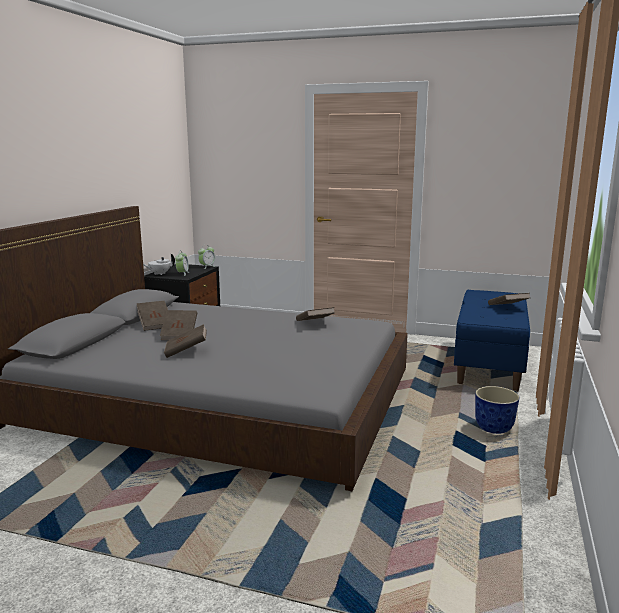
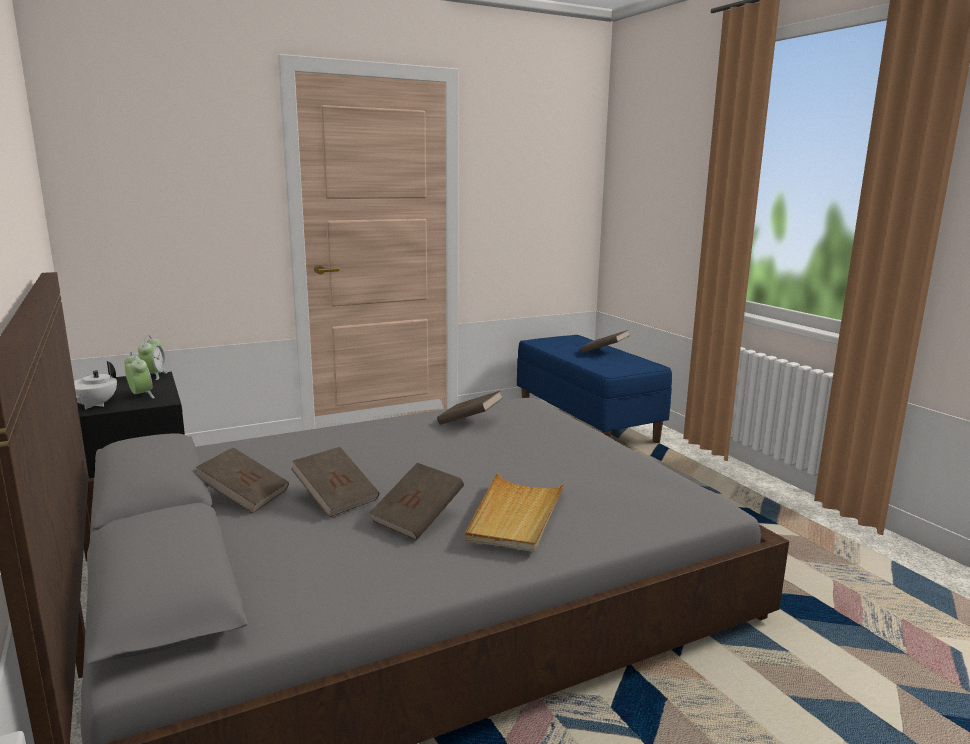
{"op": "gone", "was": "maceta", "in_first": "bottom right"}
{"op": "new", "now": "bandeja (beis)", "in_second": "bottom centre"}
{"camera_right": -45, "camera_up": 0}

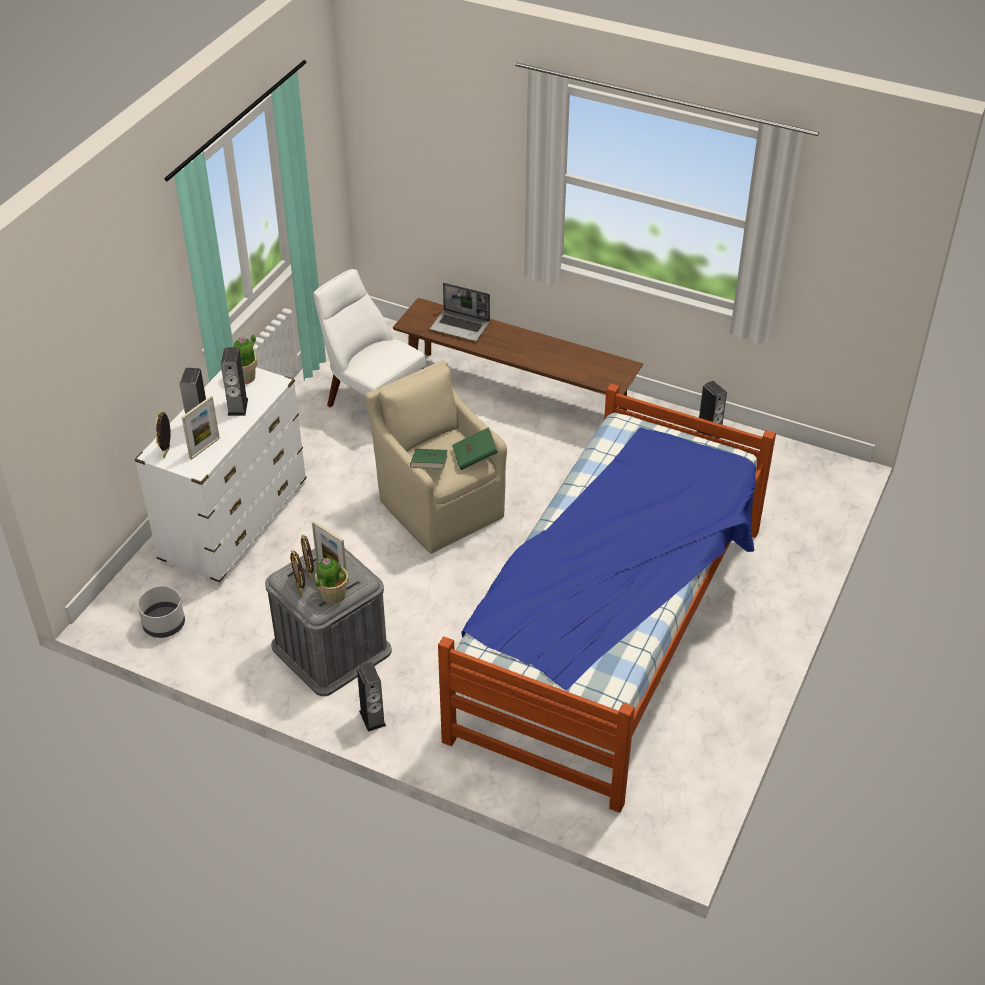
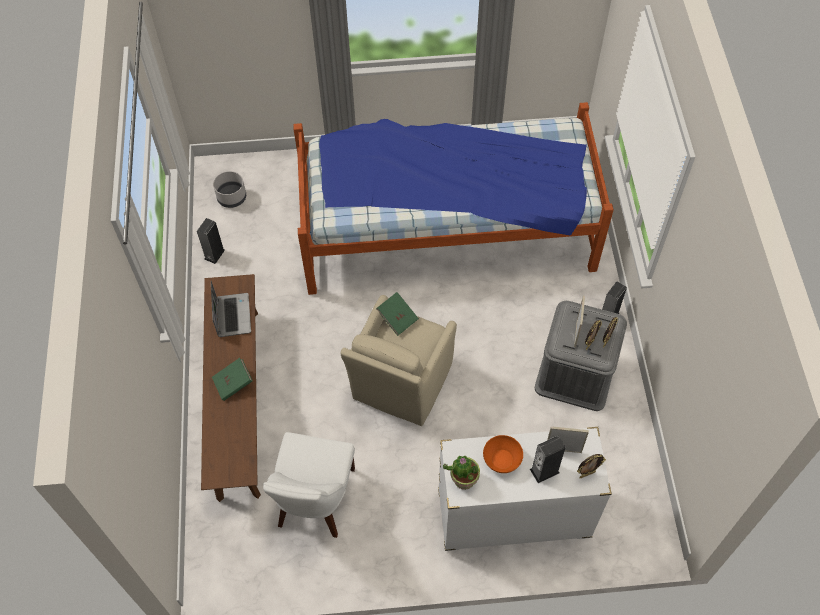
{"op": "gone", "was": "planta en maceta (no. 2 from left)", "in_first": "centre"}
{"op": "shifted", "was": "maceta (gris)", "in_first": "middle left", "in_second": "top left"}
{"op": "shifted", "was": "libro (verde) (no. 1 from left)", "in_first": "centre", "in_second": "middle left"}
{"op": "shifted", "was": "portátil", "in_first": "top centre", "in_second": "middle left"}
{"op": "swapped", "was": "altavoz (no. 2 from left)", "now": "cuenco (naranja)", "in_first": "middle left", "in_second": "bottom centre"}
{"camera_right": -120, "camera_up": 15}

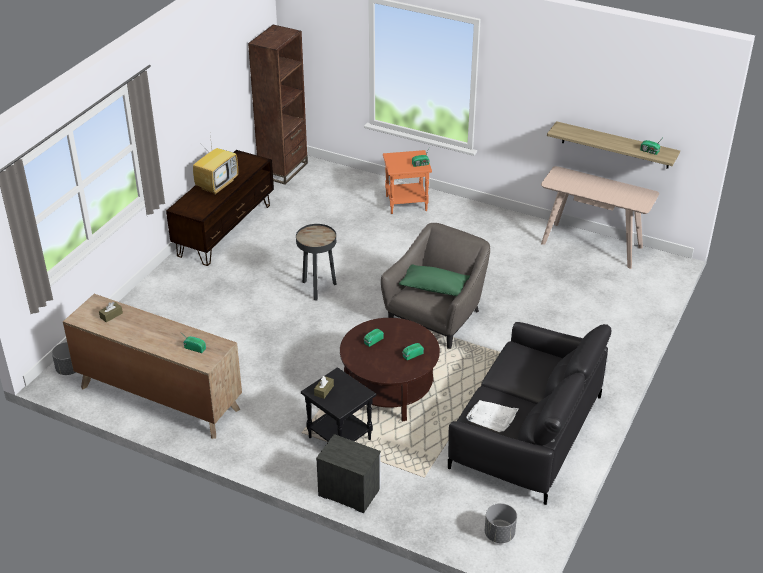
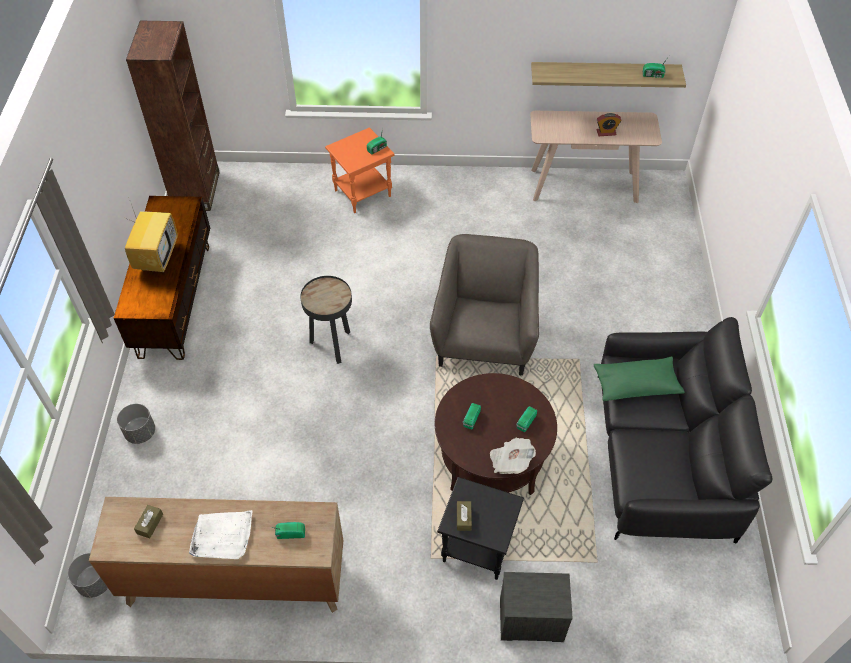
{"op": "new", "now": "periódico", "in_second": "bottom centre"}
{"op": "new", "now": "despertador", "in_second": "top right"}
{"op": "shifted", "was": "cojín (verde)", "in_first": "centre", "in_second": "middle right"}
{"op": "shifted", "was": "bandeja (blanco)", "in_first": "bottom centre", "in_second": "bottom left"}
{"op": "shifted", "was": "maceta (gris) (no. 2 from left)", "in_first": "bottom centre", "in_second": "middle left"}
{"camera_right": -25, "camera_up": 15}

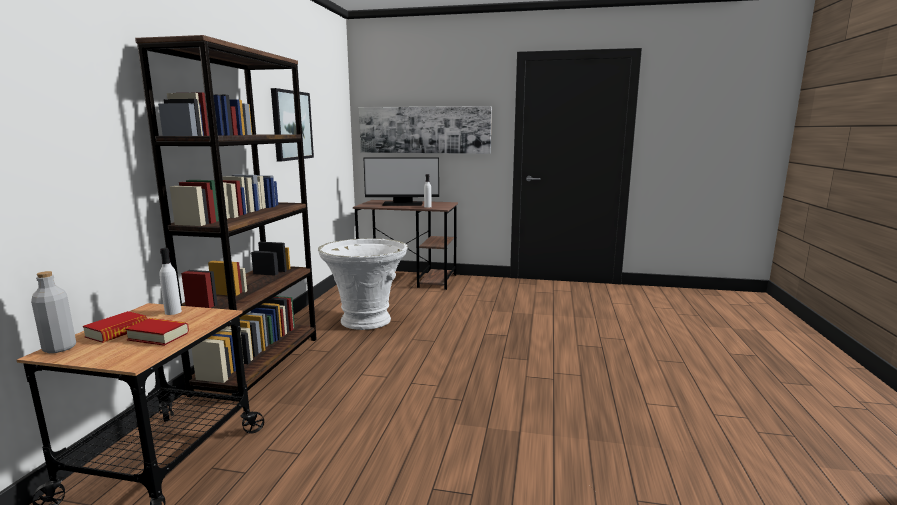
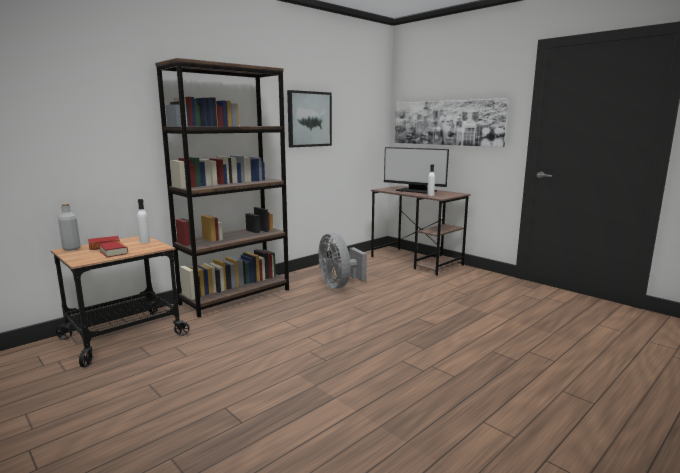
{"op": "swapped", "was": "maceta (blanco)", "now": "ventilador (gris)", "in_first": "centre", "in_second": "centre"}
{"camera_right": 35, "camera_up": 0}

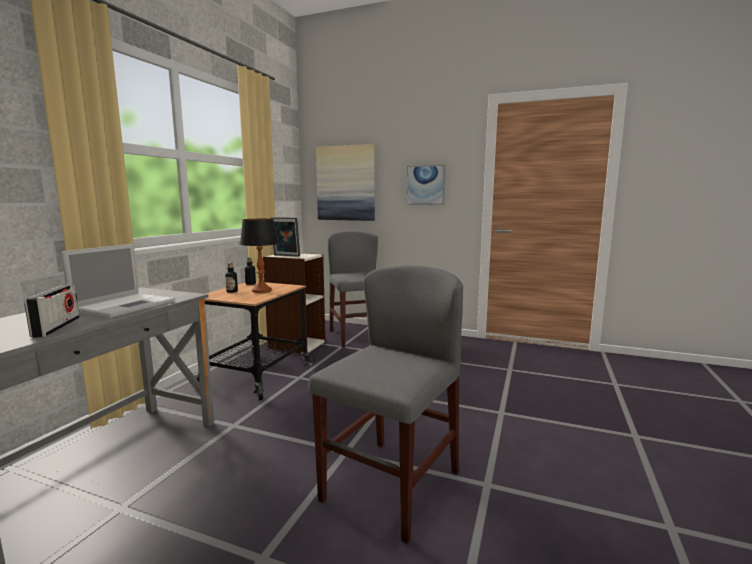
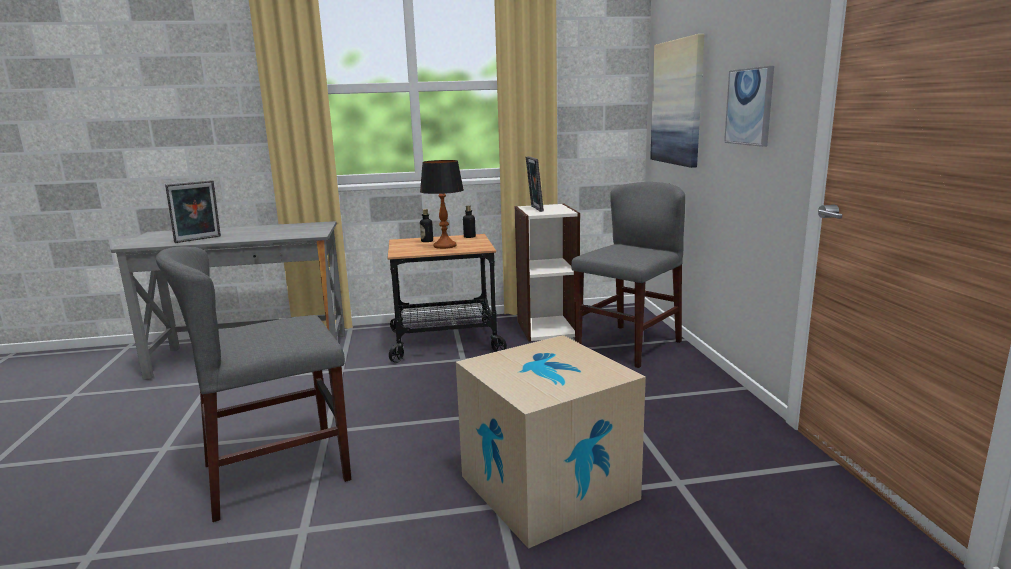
{"op": "gone", "was": "portátil", "in_first": "middle left"}
{"op": "new", "now": "caja de cartón", "in_second": "bottom centre"}
{"op": "swapped", "was": "radio", "now": "portarretratos (no. 1 from left)", "in_first": "middle left", "in_second": "middle left"}
{"op": "rotated", "was": "silla (gris) (no. 2 from left in the first image)", "in_first": "bottom centre", "in_second": "bottom left", "clockwise": 150}
{"camera_right": 60, "camera_up": 5}

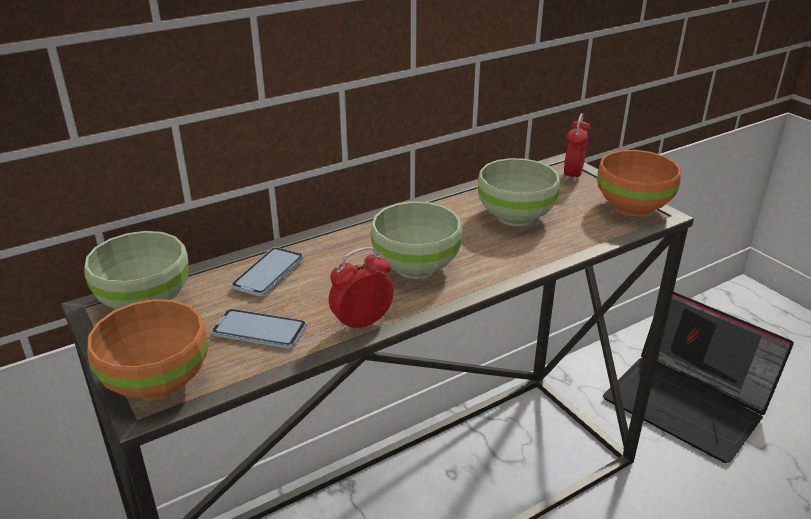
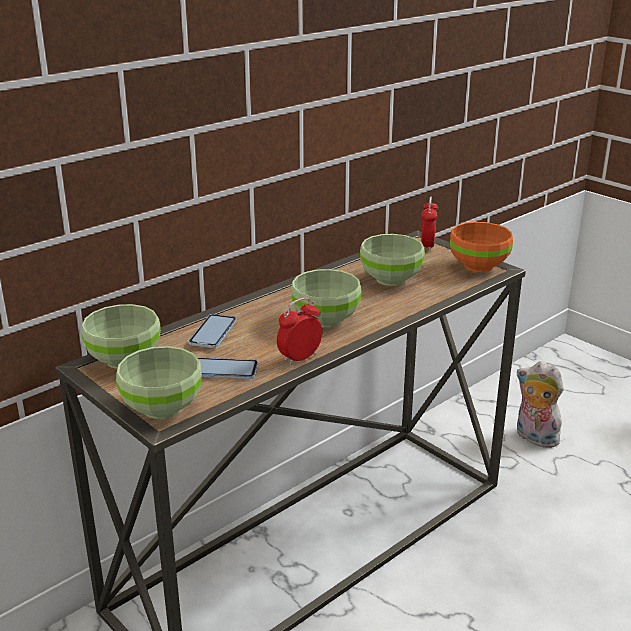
{"op": "swapped", "was": "portátil", "now": "peluche", "in_first": "bottom right", "in_second": "middle right"}
{"op": "repainted", "was": "cuenco (naranja) (no. 1 from left)", "now": "cuenco (verde) (no. 2 from left)", "in_first": "bottom left", "in_second": "middle left"}
{"camera_right": -10, "camera_up": -5}

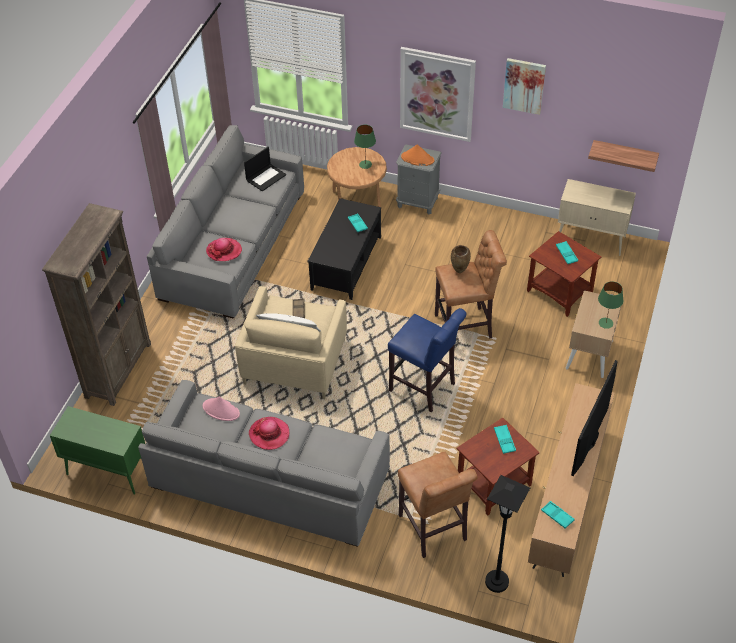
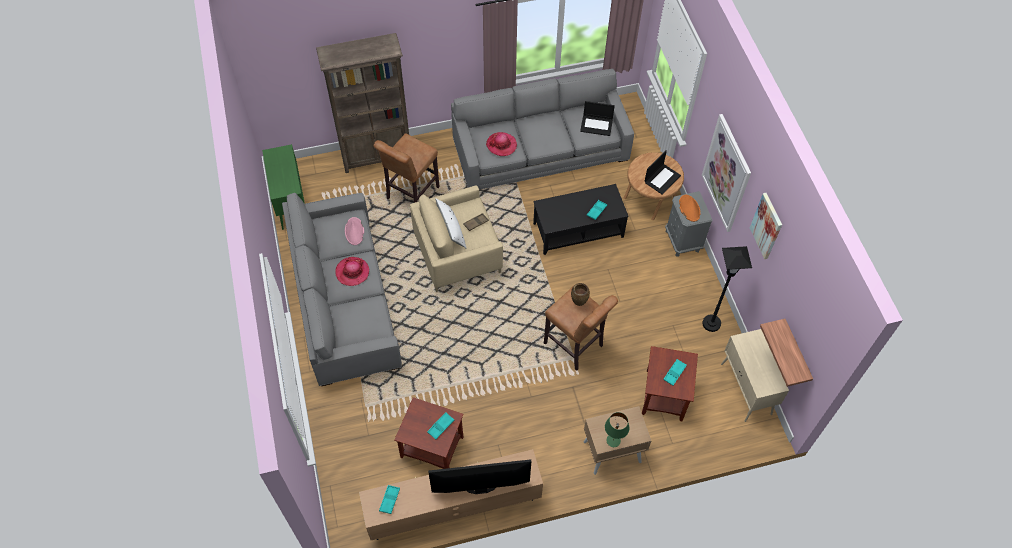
{"op": "gone", "was": "taburete (azul)", "in_first": "centre"}
{"op": "shifted", "was": "taburete (marrón) (no. 1 from left)", "in_first": "bottom centre", "in_second": "top centre"}
{"op": "shifted", "was": "lámpara de pie (negro)", "in_first": "bottom right", "in_second": "middle right"}
{"op": "swapped", "was": "lámpara de mesa (verde) (no. 1 from left)", "now": "portátil (no. 2 from left)", "in_first": "top centre", "in_second": "top centre"}
{"camera_right": 55, "camera_up": 10}

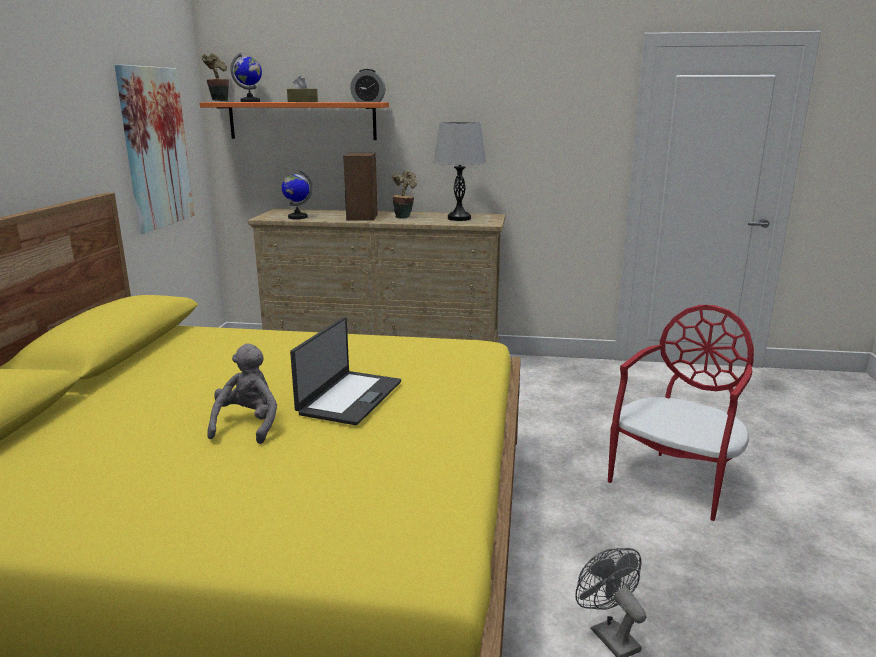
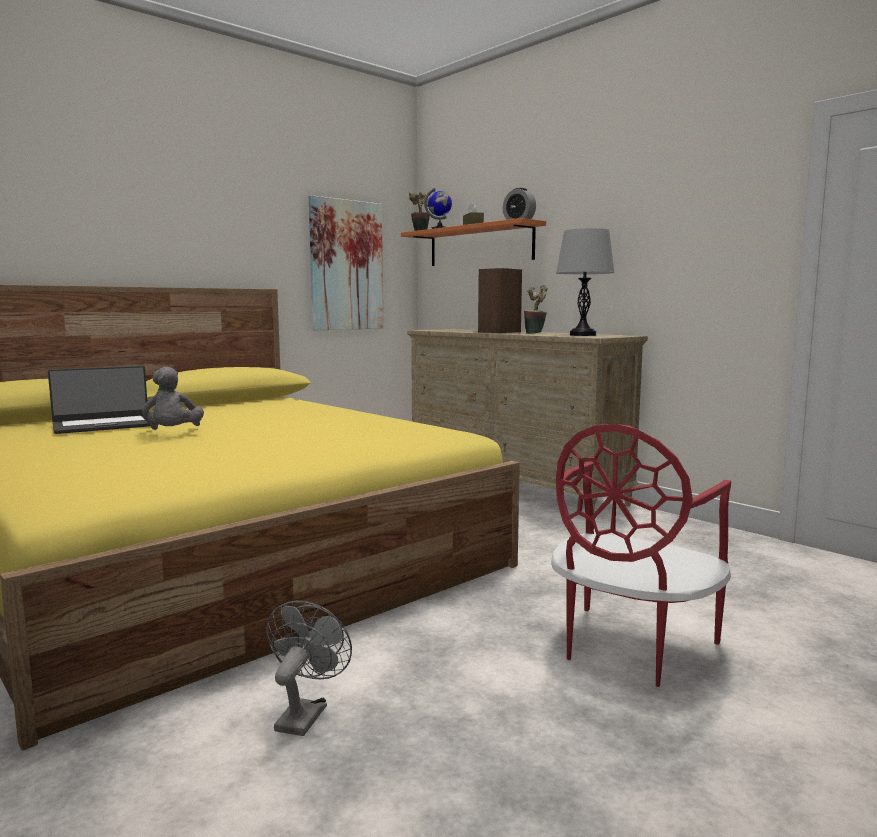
{"op": "gone", "was": "globo terráqueo (no. 2 from left)", "in_first": "top centre"}
{"op": "shifted", "was": "portátil", "in_first": "centre", "in_second": "middle left"}
{"op": "rotated", "was": "peluche (gris)", "in_first": "middle left", "in_second": "middle left", "clockwise": 120}
{"op": "rotated", "was": "silla (rojo)", "in_first": "middle right", "in_second": "middle right", "clockwise": 135}
{"camera_right": 40, "camera_up": -10}

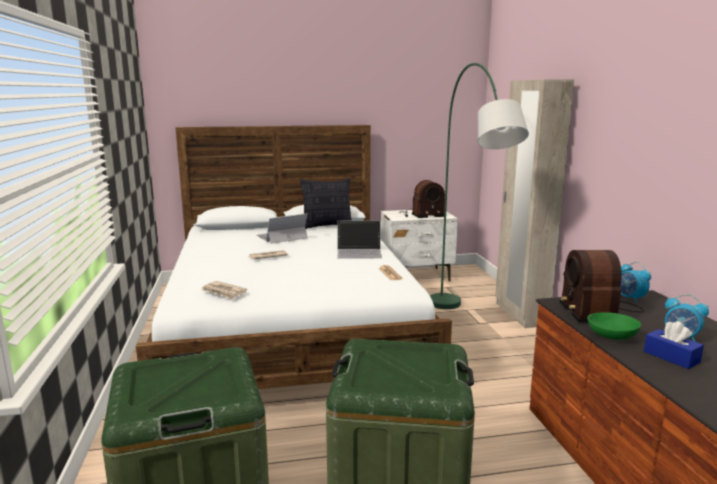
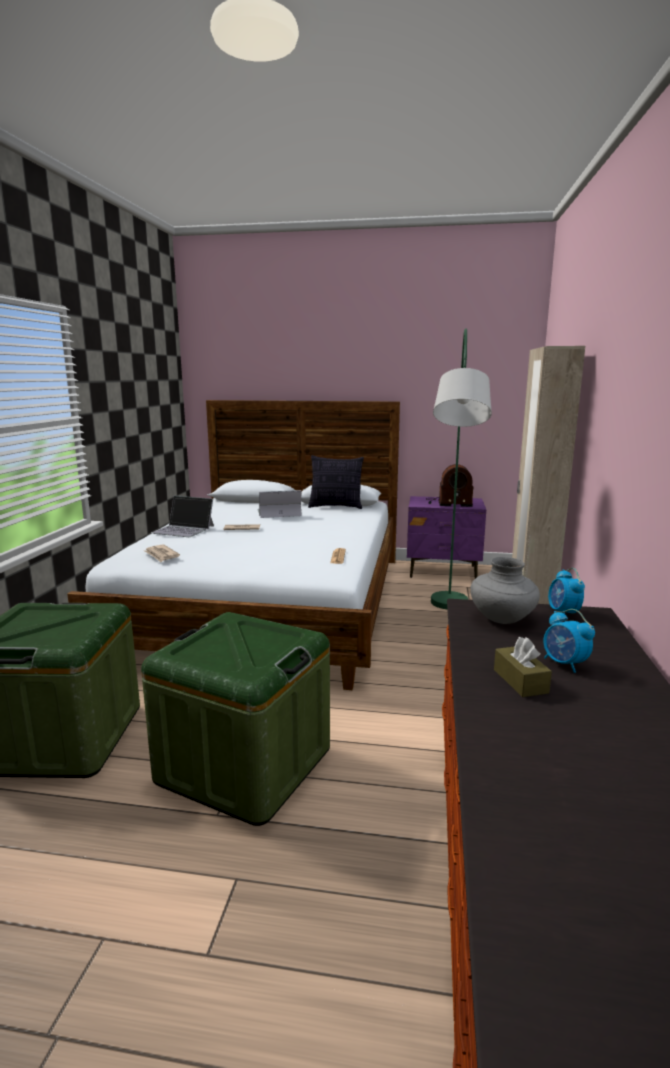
{"op": "gone", "was": "cuenco (verde)", "in_first": "bottom right"}
{"op": "shifted", "was": "portátil (no. 2 from left in the first image)", "now": "portátil (no. 1 from left)", "in_first": "centre", "in_second": "middle left"}
{"op": "swapped", "was": "radio (no. 2 from left)", "now": "florero (gris)", "in_first": "middle right", "in_second": "middle right"}
{"op": "repainted", "was": "mesita de noche (blanco)", "now": "mesita de noche (morado)", "in_first": "centre", "in_second": "centre"}
{"op": "repainted", "was": "caja de pañuelos (azul)", "now": "caja de pañuelos (marrón)", "in_first": "bottom right", "in_second": "middle right"}
{"camera_right": 20, "camera_up": 0}

